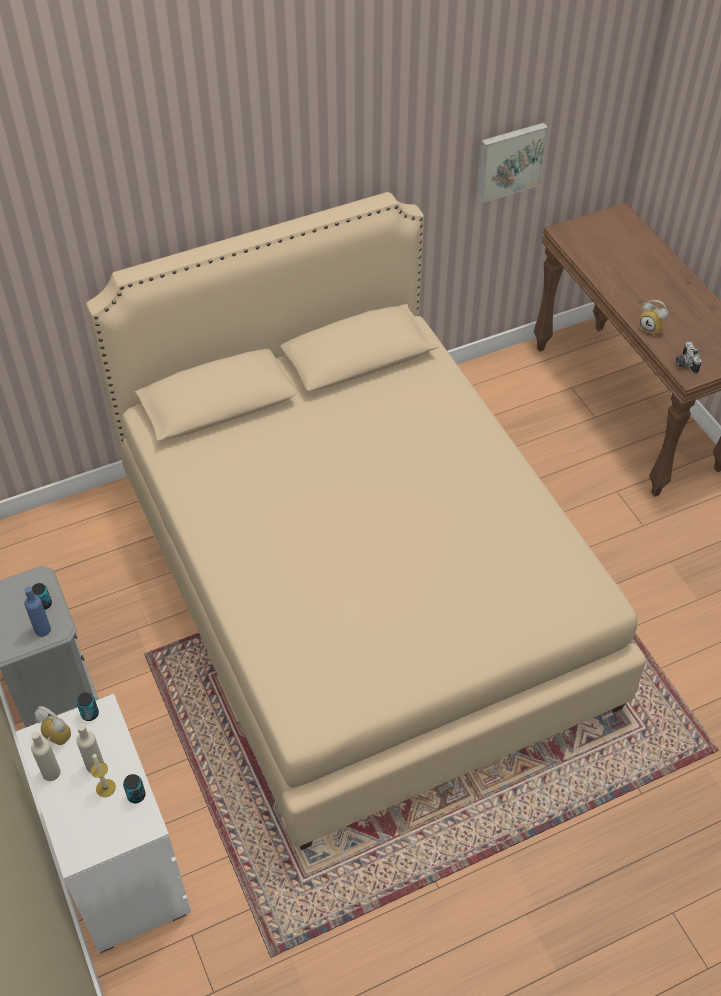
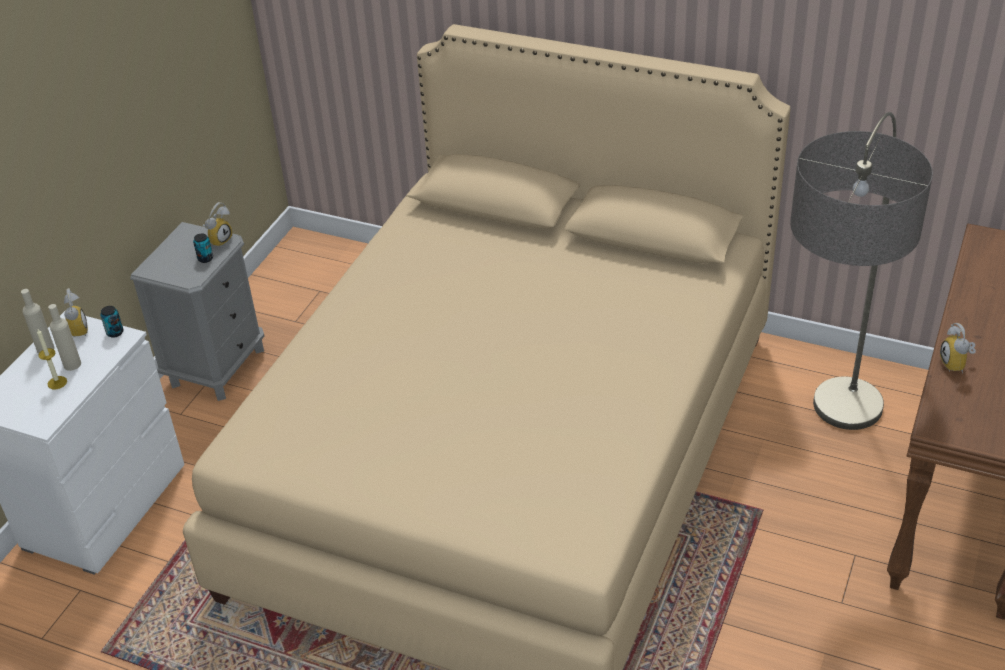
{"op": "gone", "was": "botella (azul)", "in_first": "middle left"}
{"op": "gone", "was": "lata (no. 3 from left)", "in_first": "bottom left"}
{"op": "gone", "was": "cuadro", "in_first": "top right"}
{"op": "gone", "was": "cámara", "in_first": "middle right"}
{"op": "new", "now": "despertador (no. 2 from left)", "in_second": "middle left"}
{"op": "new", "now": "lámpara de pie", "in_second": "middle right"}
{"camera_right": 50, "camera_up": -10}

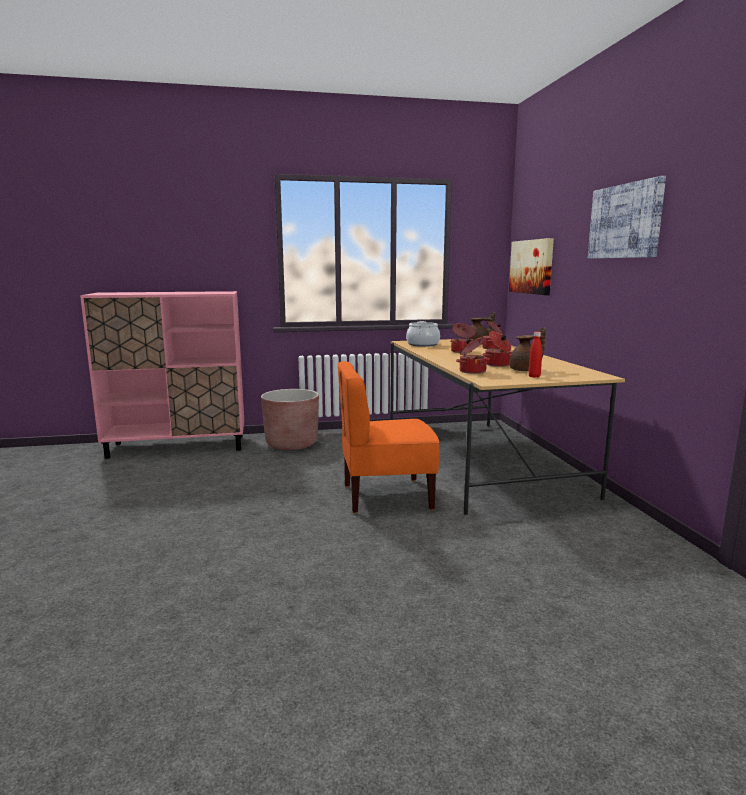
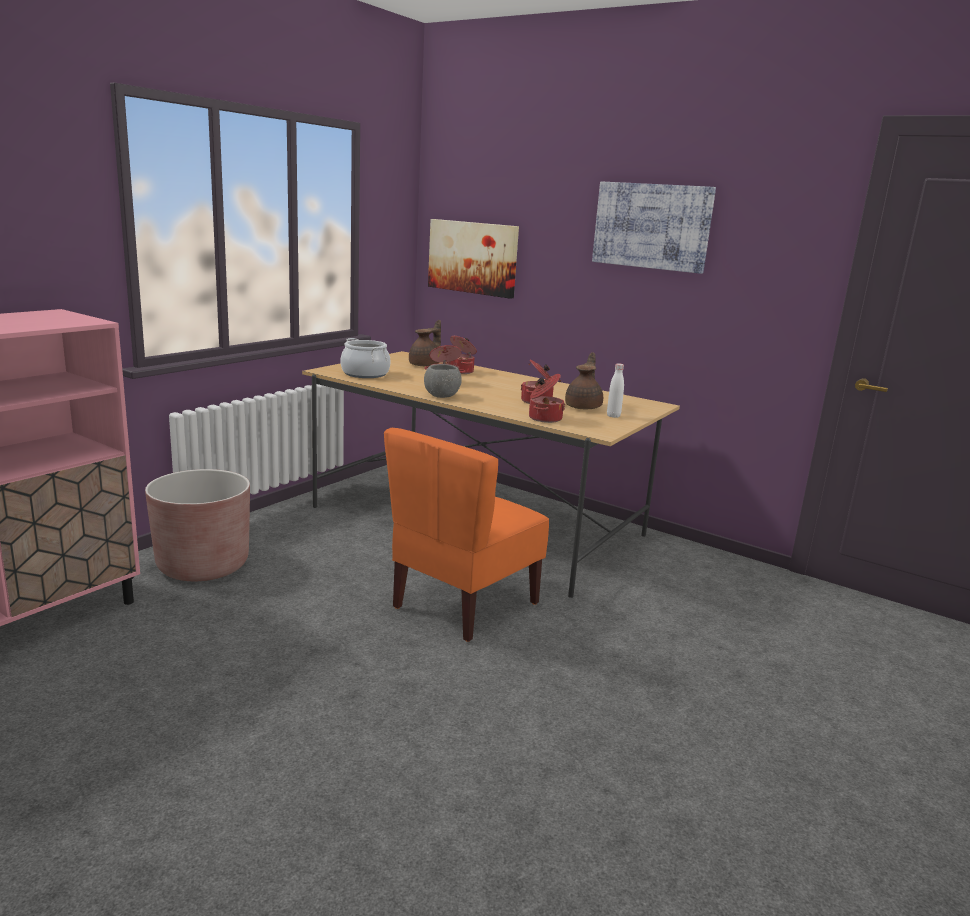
{"op": "new", "now": "cuenco (gris)", "in_second": "centre"}
{"op": "repainted", "was": "botella (rojo)", "now": "botella (blanco)", "in_first": "middle right", "in_second": "centre"}
{"camera_right": -45, "camera_up": 5}

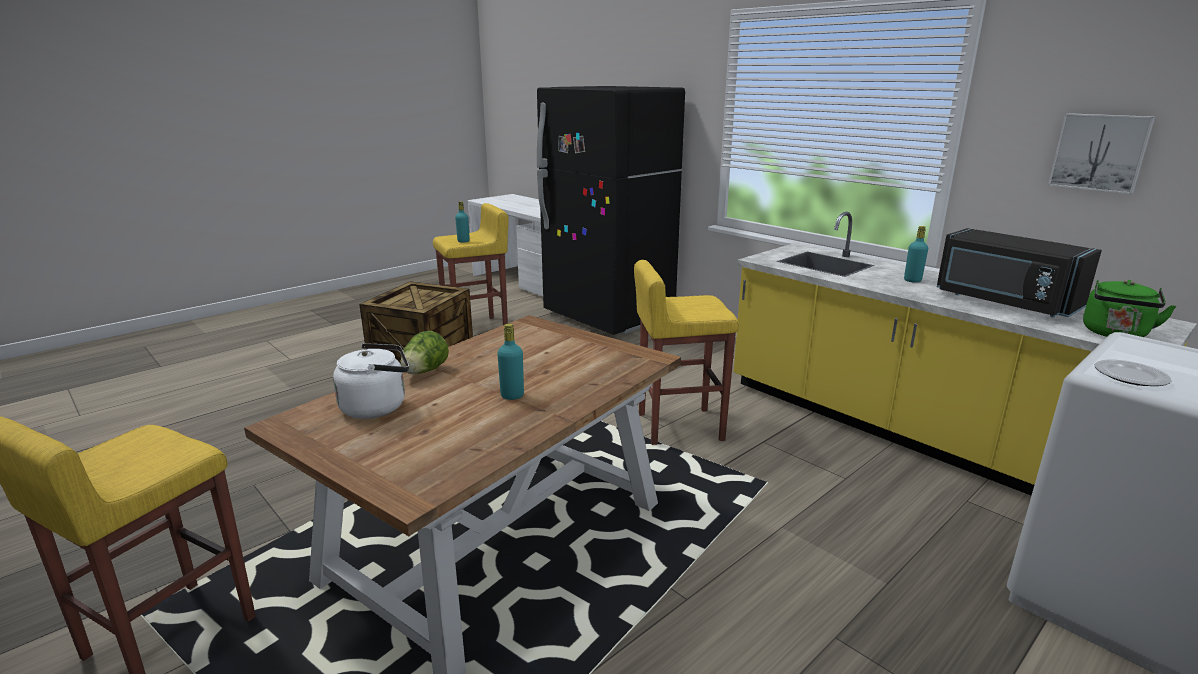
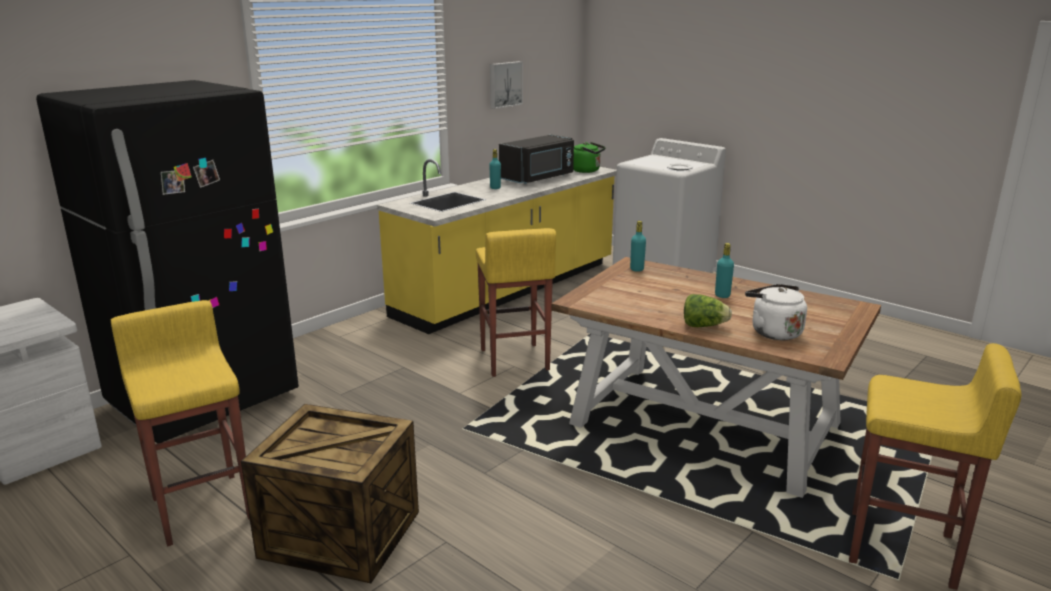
{"op": "shifted", "was": "botella (turquesa) (no. 1 from left in the first image)", "now": "botella (turquesa) (no. 2 from left)", "in_first": "top centre", "in_second": "centre"}
{"camera_right": -95, "camera_up": 0}

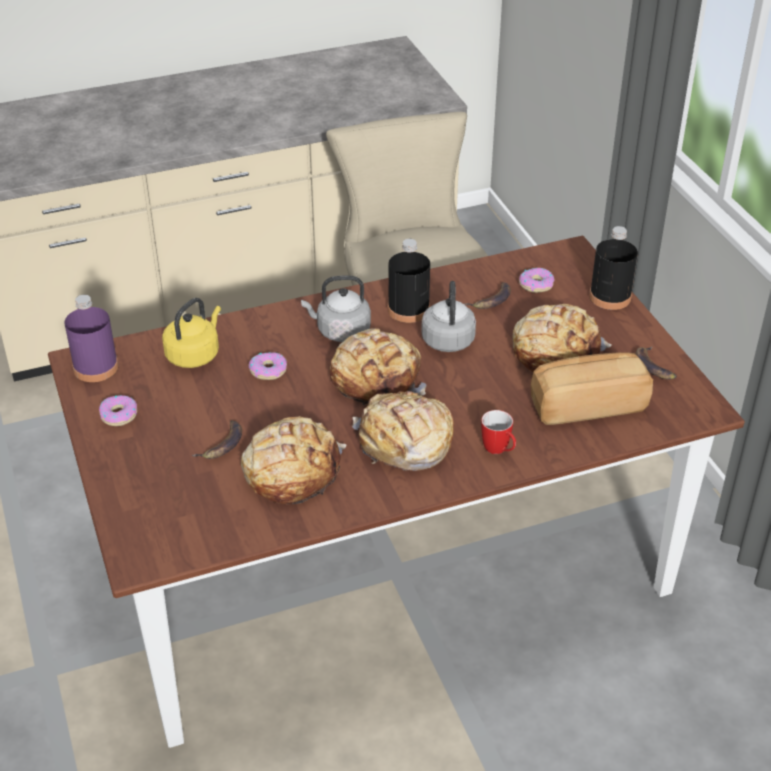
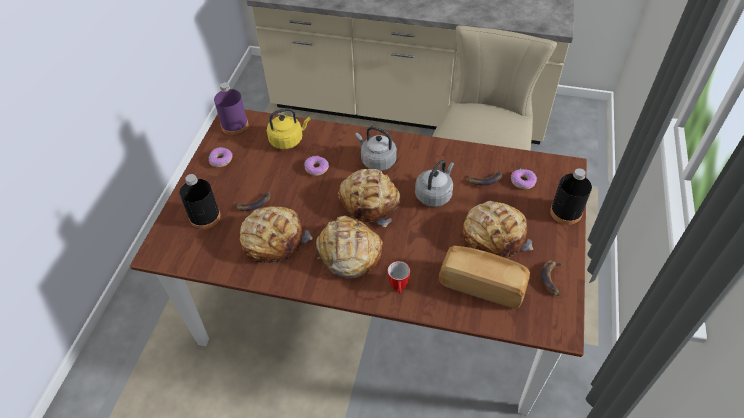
{"op": "shifted", "was": "botella (negro) (no. 1 from left)", "in_first": "centre", "in_second": "middle left"}
{"camera_right": 35, "camera_up": 10}

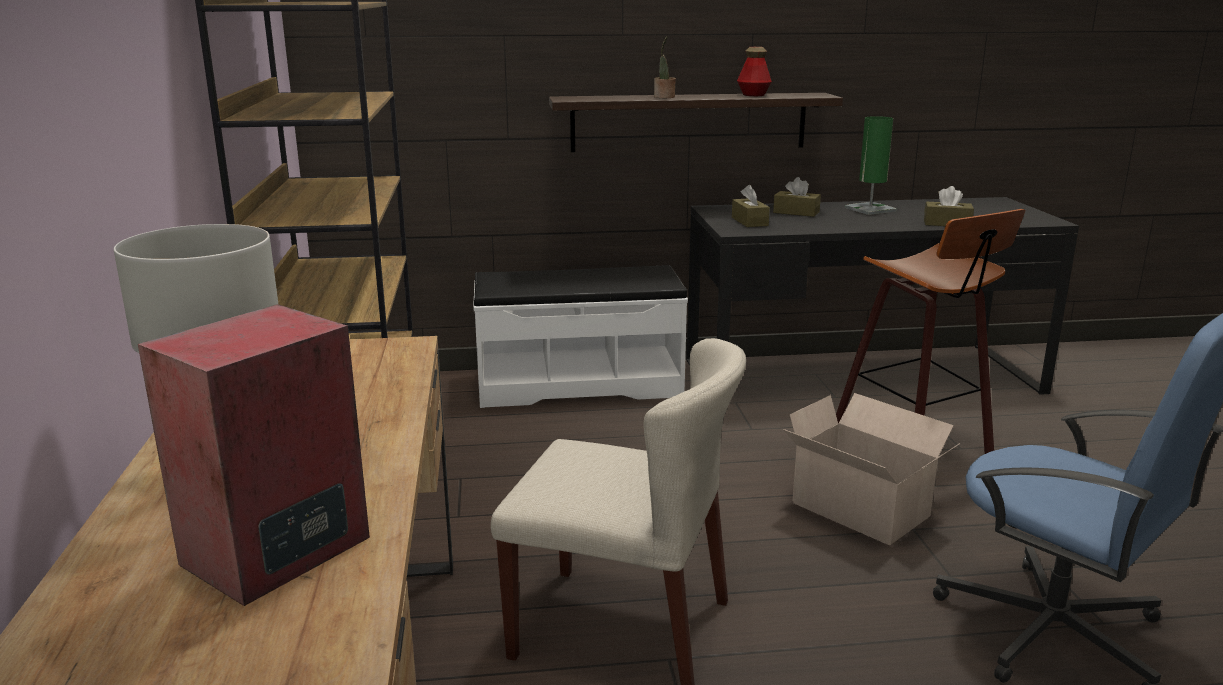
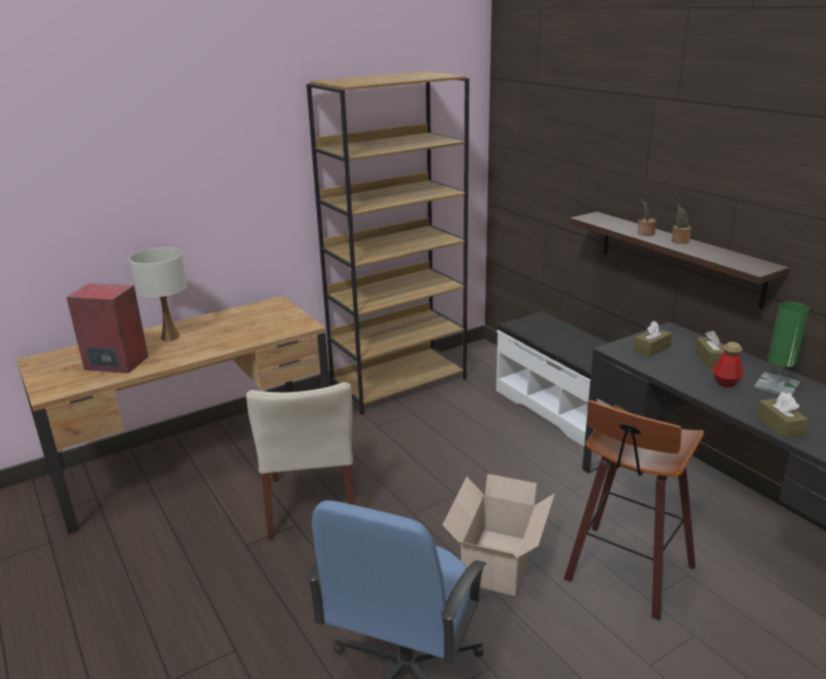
{"op": "new", "now": "planta en maceta (no. 2 from left)", "in_second": "top right"}
{"op": "shifted", "was": "botella", "in_first": "top centre", "in_second": "middle right"}
{"camera_right": 65, "camera_up": 5}

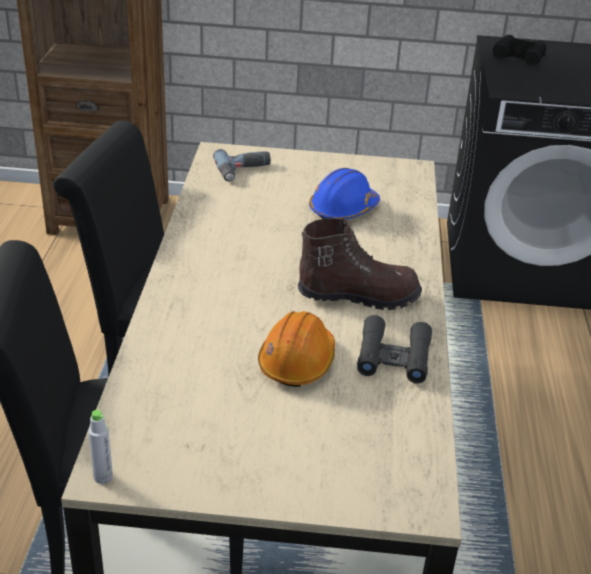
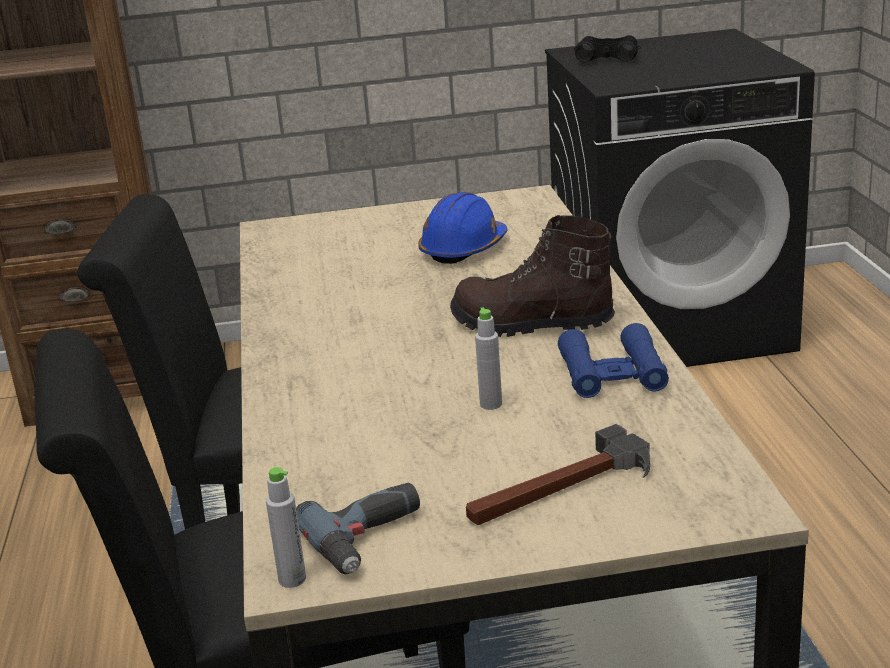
{"op": "new", "now": "martillo", "in_second": "bottom centre"}
{"op": "shifted", "was": "taladro", "in_first": "top centre", "in_second": "bottom centre"}
{"op": "swapped", "was": "casco (naranja)", "now": "botella (gris) (no. 2 from left)", "in_first": "centre", "in_second": "centre"}
{"op": "repainted", "was": "prismáticos (negro) (no. 1 from left)", "now": "prismáticos (azul)", "in_first": "middle right", "in_second": "middle right"}
{"op": "rotated", "was": "bota (marrón)", "in_first": "centre", "in_second": "centre", "clockwise": -150}
{"camera_right": -10, "camera_up": -10}

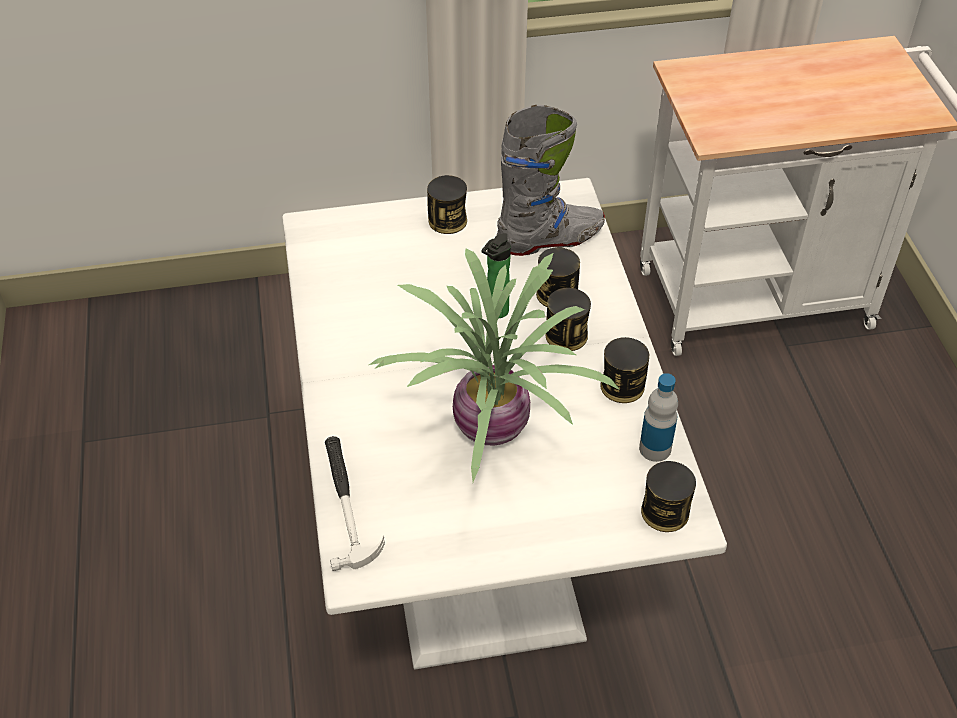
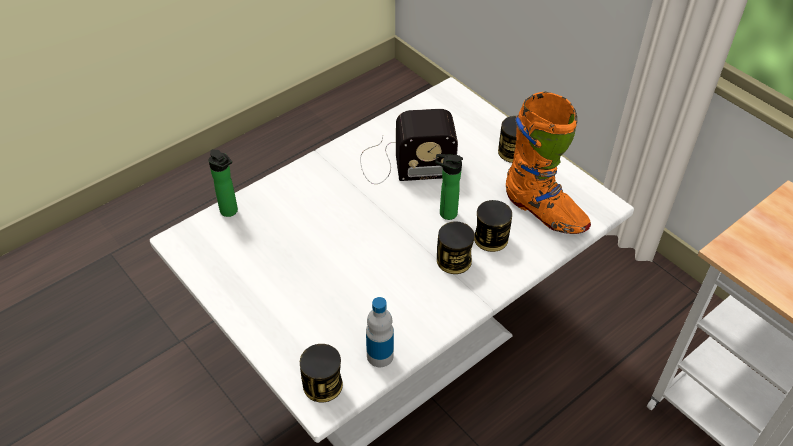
{"op": "gone", "was": "planta en maceta", "in_first": "centre"}
{"op": "gone", "was": "lata (no. 4 from left)", "in_first": "centre"}
{"op": "new", "now": "radio", "in_second": "top centre"}
{"op": "swapped", "was": "martillo", "now": "botella (no. 1 from left)", "in_first": "bottom centre", "in_second": "middle left"}
{"op": "repainted", "was": "bota (gris)", "now": "bota (naranja)", "in_first": "top centre", "in_second": "middle right"}
{"camera_right": 60, "camera_up": 0}

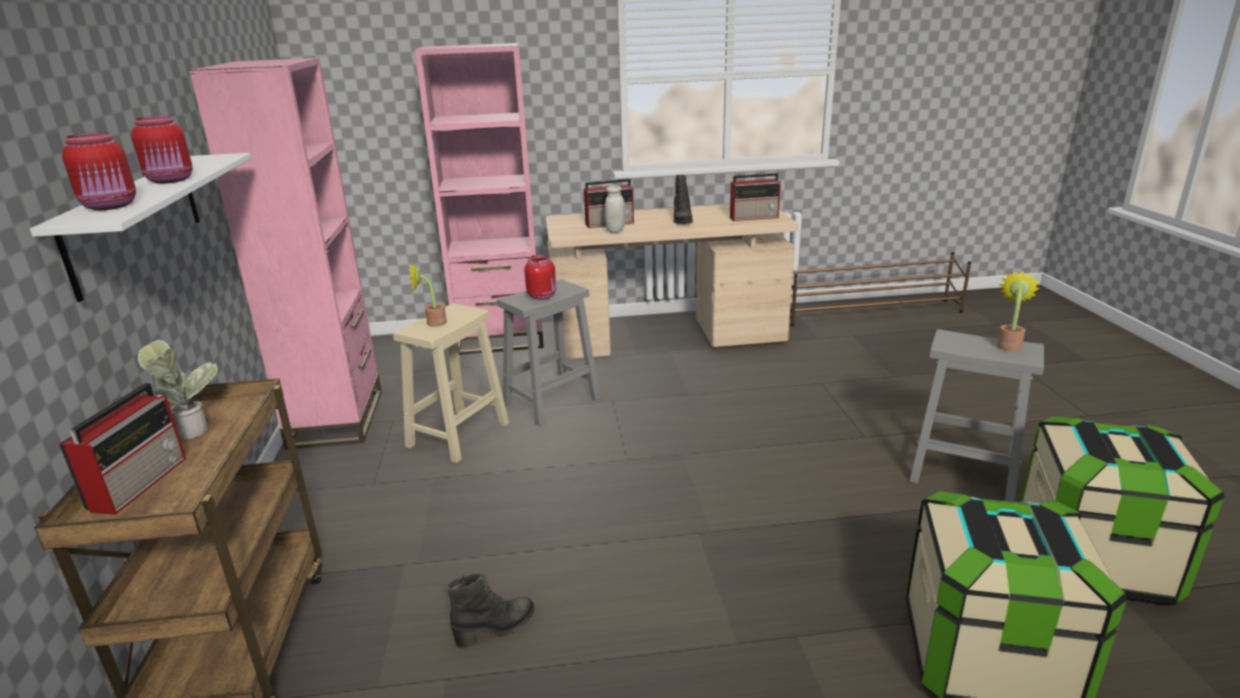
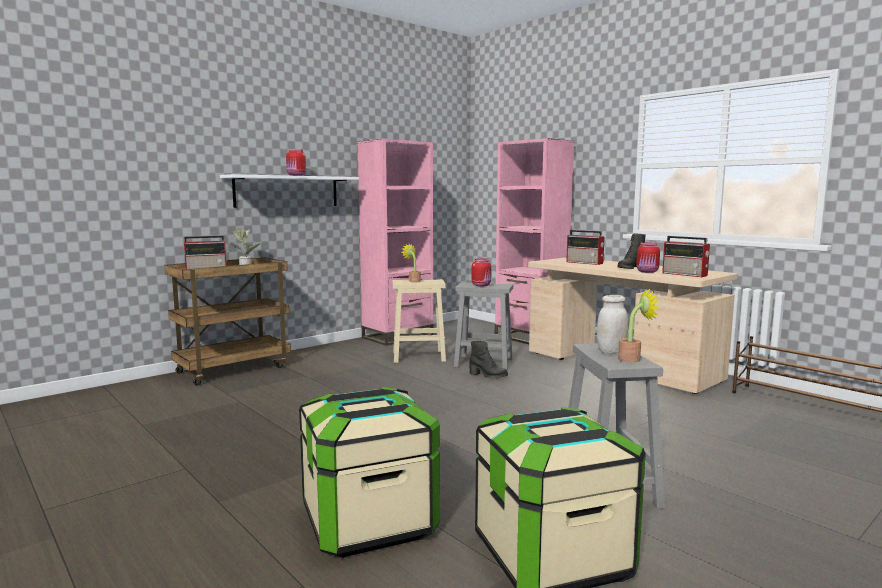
{"op": "shifted", "was": "tarro (rojo) (no. 1 from left in the first image)", "now": "tarro (rojo) (no. 3 from left)", "in_first": "top left", "in_second": "middle right"}
{"op": "shifted", "was": "bota (negro) (no. 1 from left)", "in_first": "bottom centre", "in_second": "centre"}
{"op": "shifted", "was": "tarro (blanco)", "in_first": "top centre", "in_second": "middle right"}
{"camera_right": 55, "camera_up": -15}

